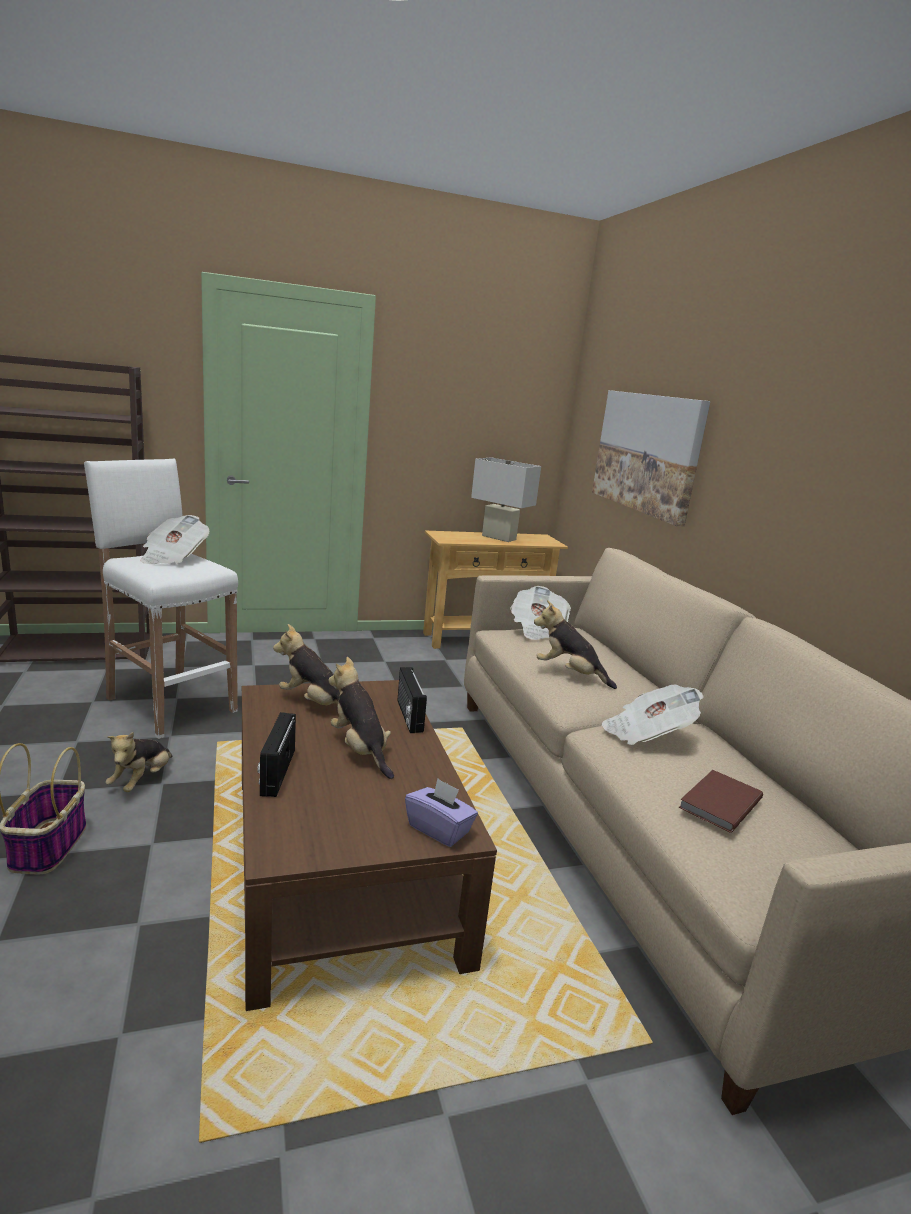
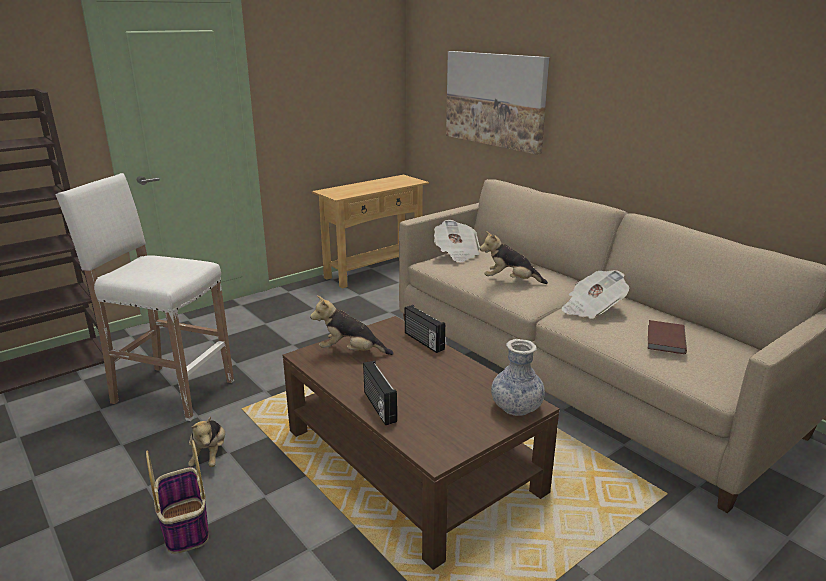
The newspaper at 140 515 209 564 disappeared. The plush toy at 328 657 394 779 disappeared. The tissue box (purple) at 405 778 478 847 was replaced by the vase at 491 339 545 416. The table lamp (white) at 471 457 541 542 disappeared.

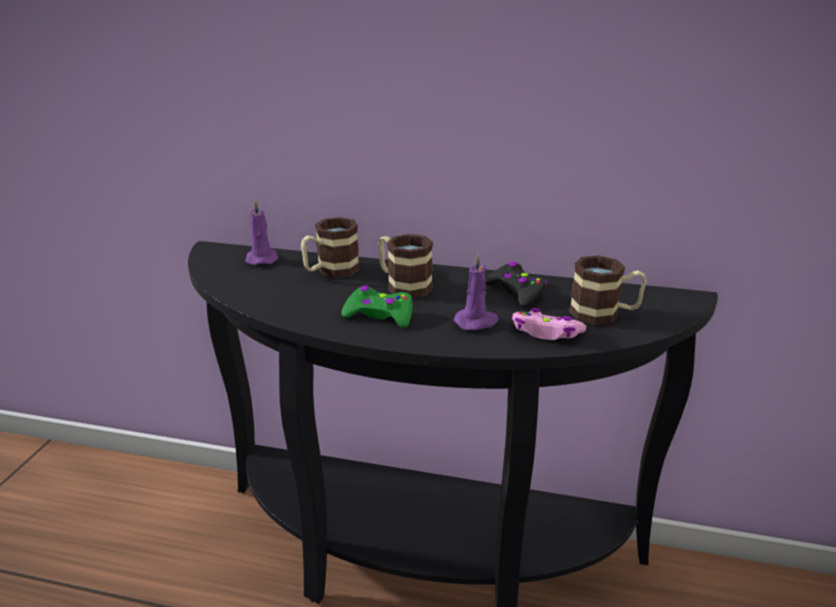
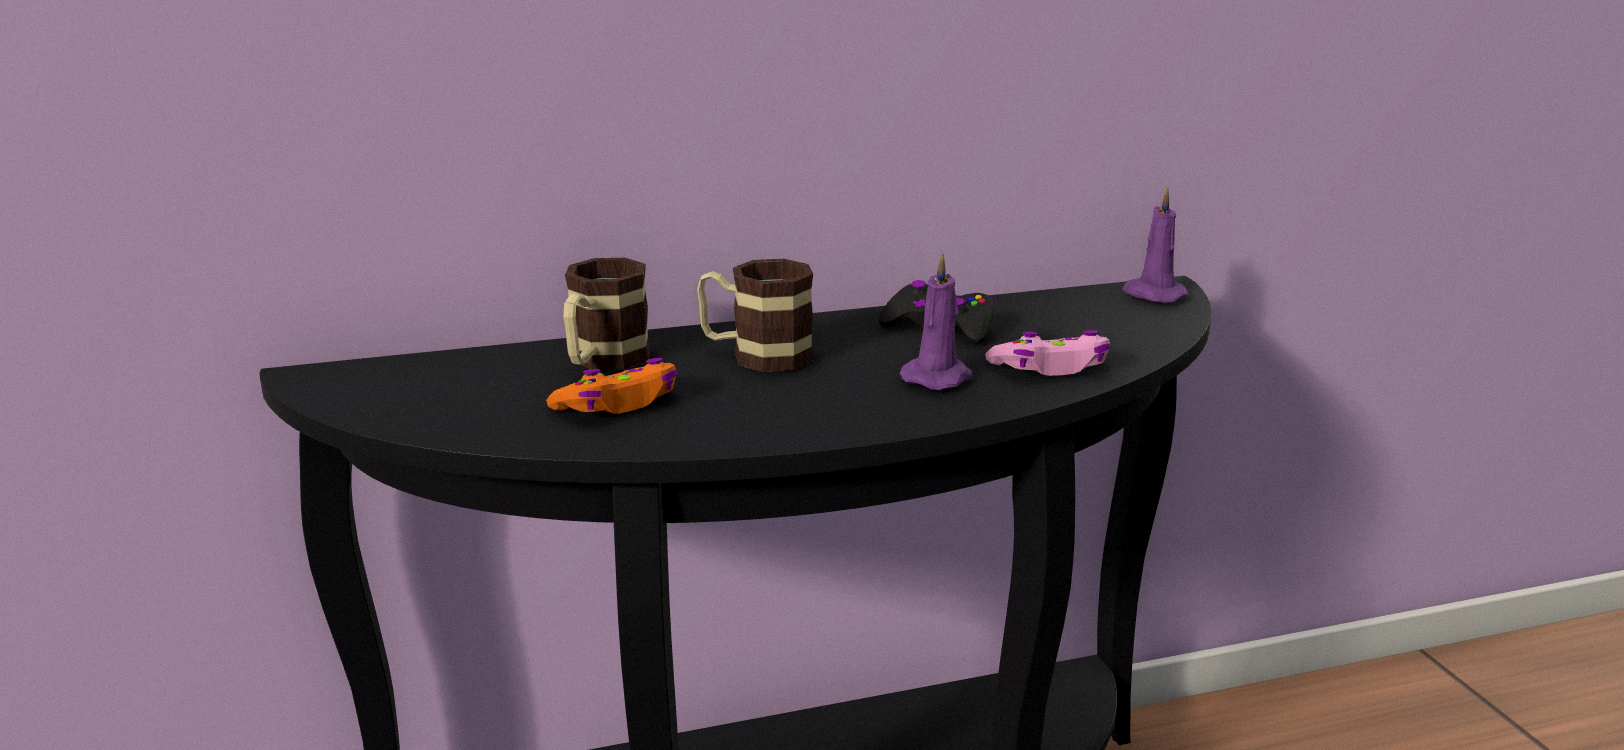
The candle (purple) moved from 245 199 278 265 to 1122 187 1188 303. The game controller (green) at 341 285 413 328 disappeared. The mug at 569 255 647 325 disappeared. The game controller (orange) at 546 358 678 413 appeared.

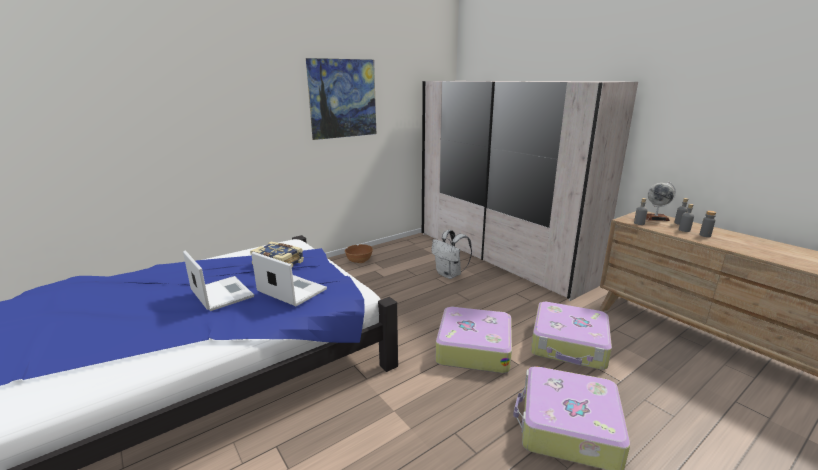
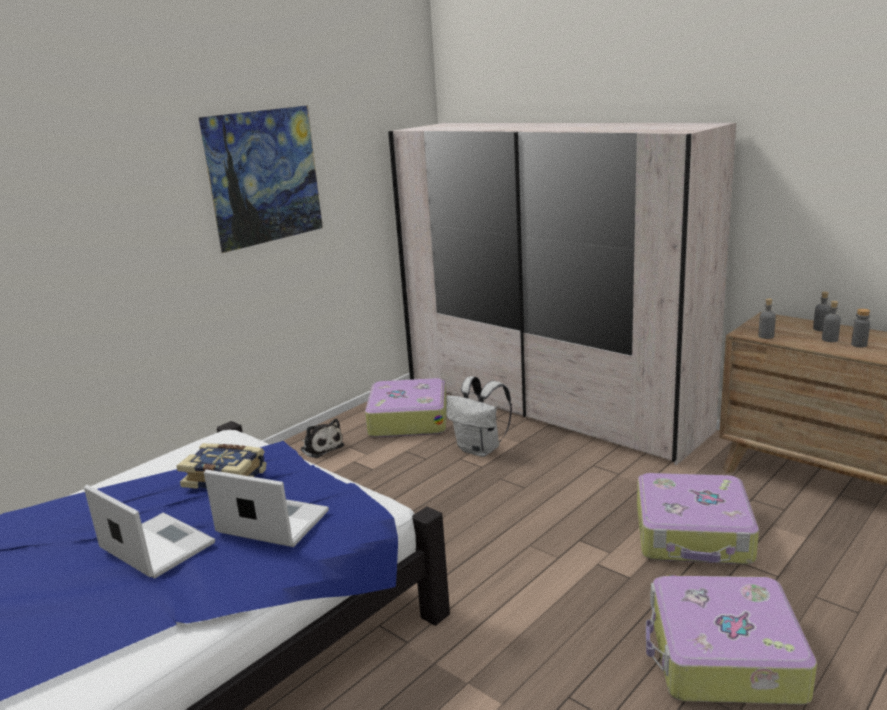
The bowl (brown) at 345 244 373 263 was replaced by the plush toy at 300 419 344 458. The suitcase moved from 435 306 512 373 to 365 378 446 437. The globe at 646 182 676 221 disappeared.

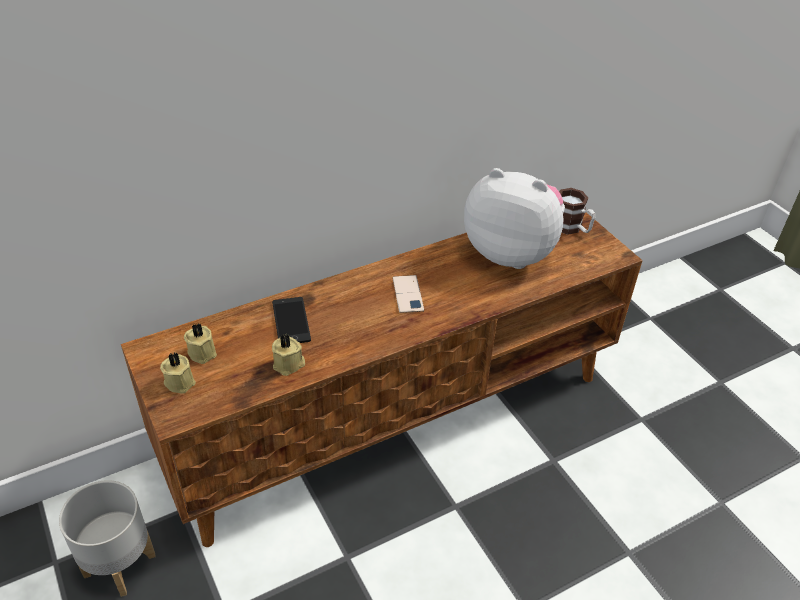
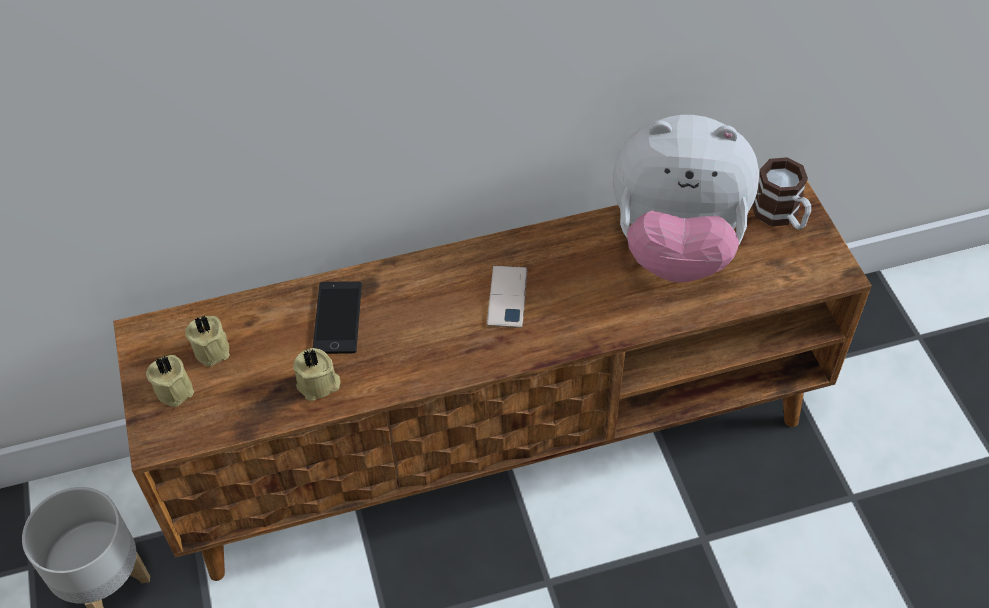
The plush toy at 464 168 565 269 turned 150 degrees clockwise.

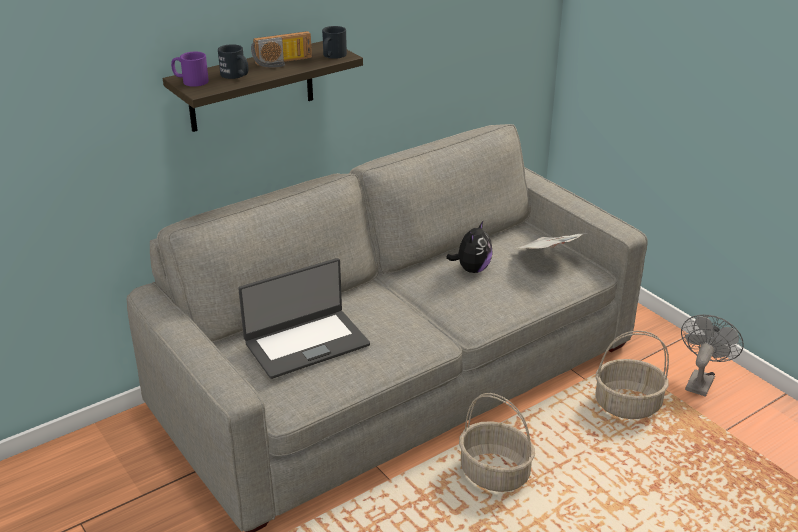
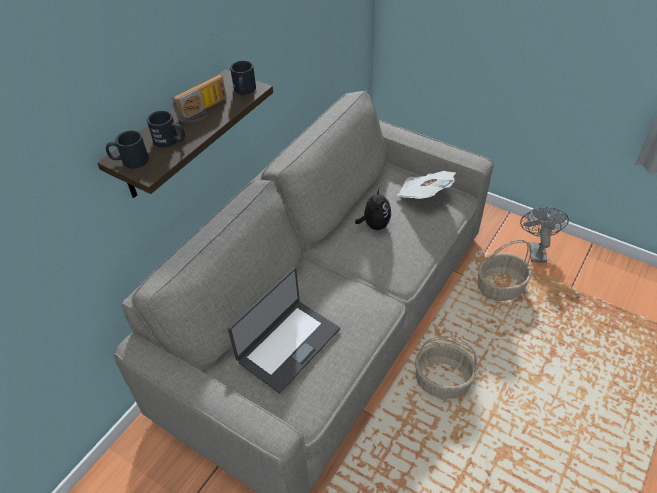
The mug (purple) at 171 52 209 87 became the mug (black) at 106 130 149 169.

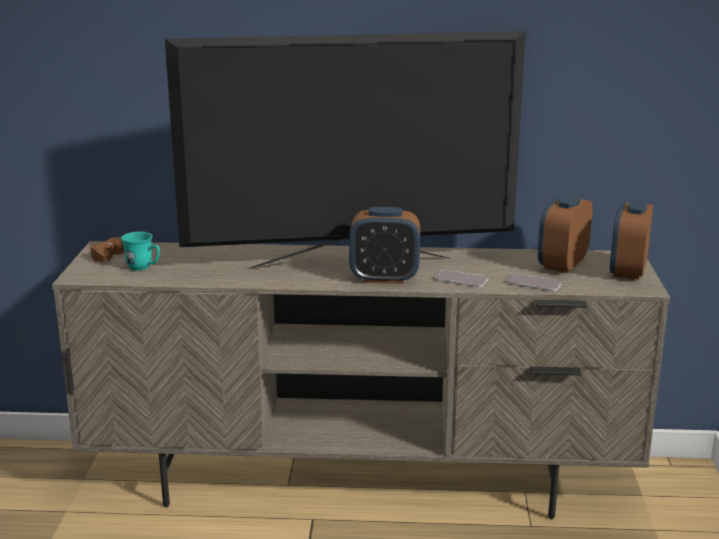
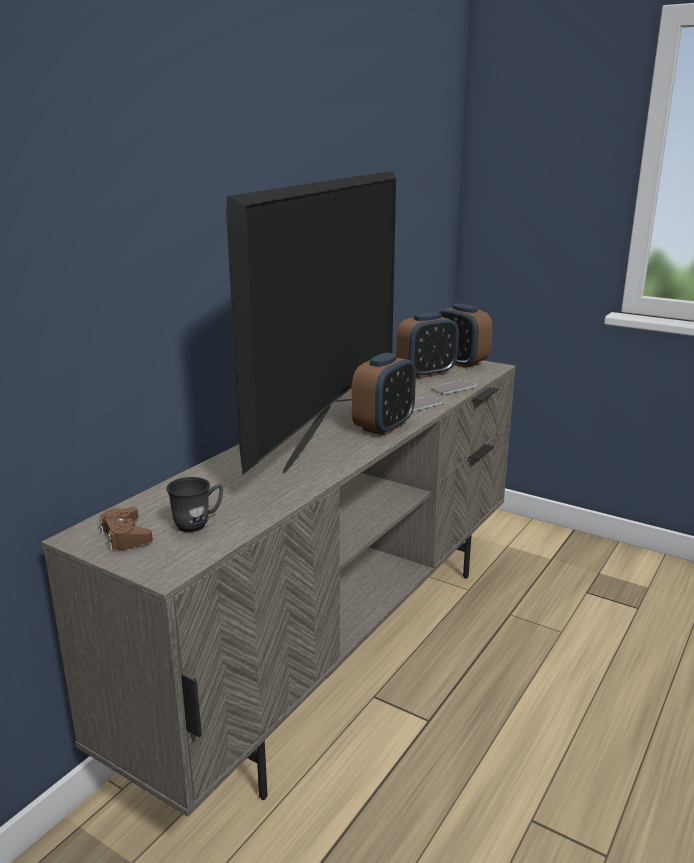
The mug (turquoise) at 121 232 160 271 became the mug (grey) at 166 477 223 532. The alarm clock at 538 194 592 273 turned 90 degrees counterclockwise.

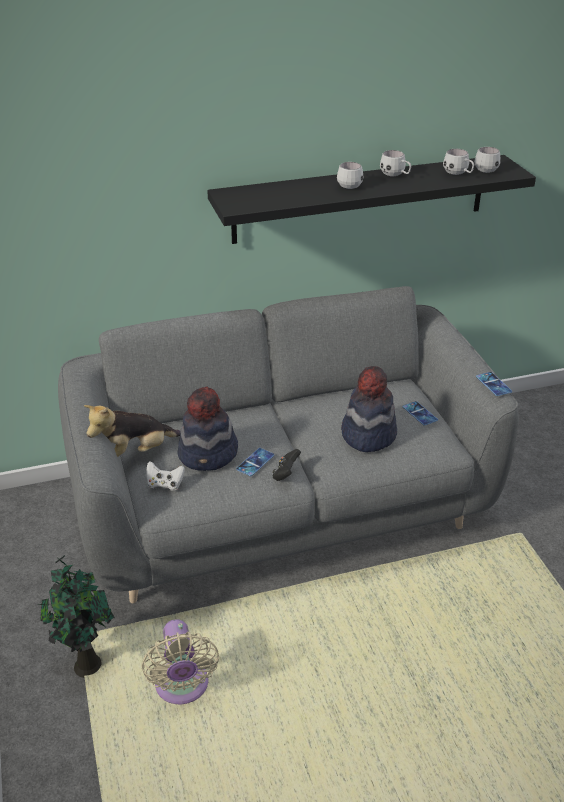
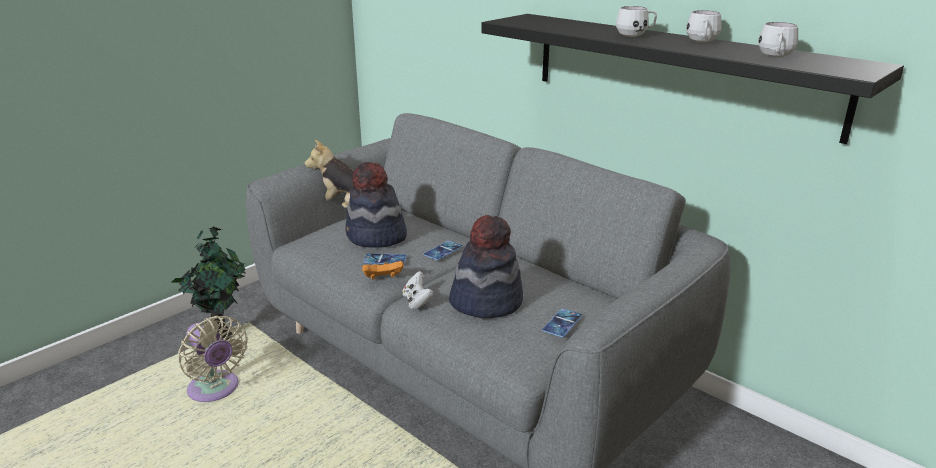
The fan (beige) at 142 619 219 704 turned 90 degrees counterclockwise. The game controller (white) moved from 146 461 185 491 to 402 271 434 310. The game controller (black) at 272 449 301 481 became the game controller (orange) at 362 261 404 279. The mug (white) at 474 147 500 173 disappeared. The phone moved from 476 372 512 396 to 423 241 463 260.

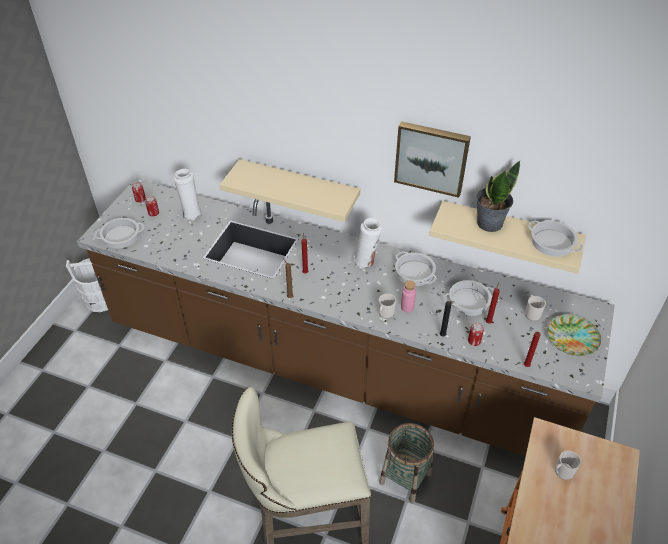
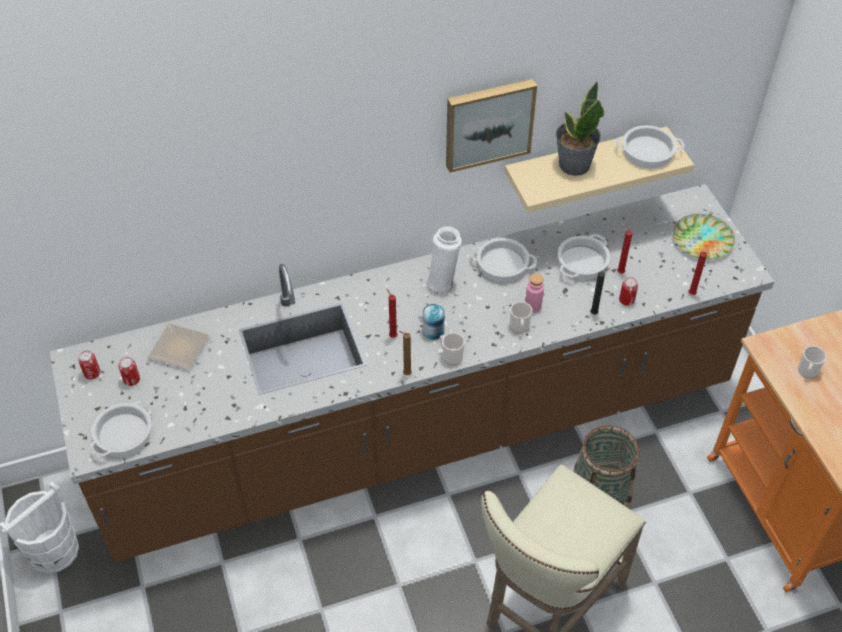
The vase (white) at 174 169 202 220 was replaced by the plate at 148 323 210 370. The shelf (beige) at 219 159 360 222 disappeared. The mug moved from 525 295 546 321 to 439 333 465 365. The can at 422 304 445 340 appeared.

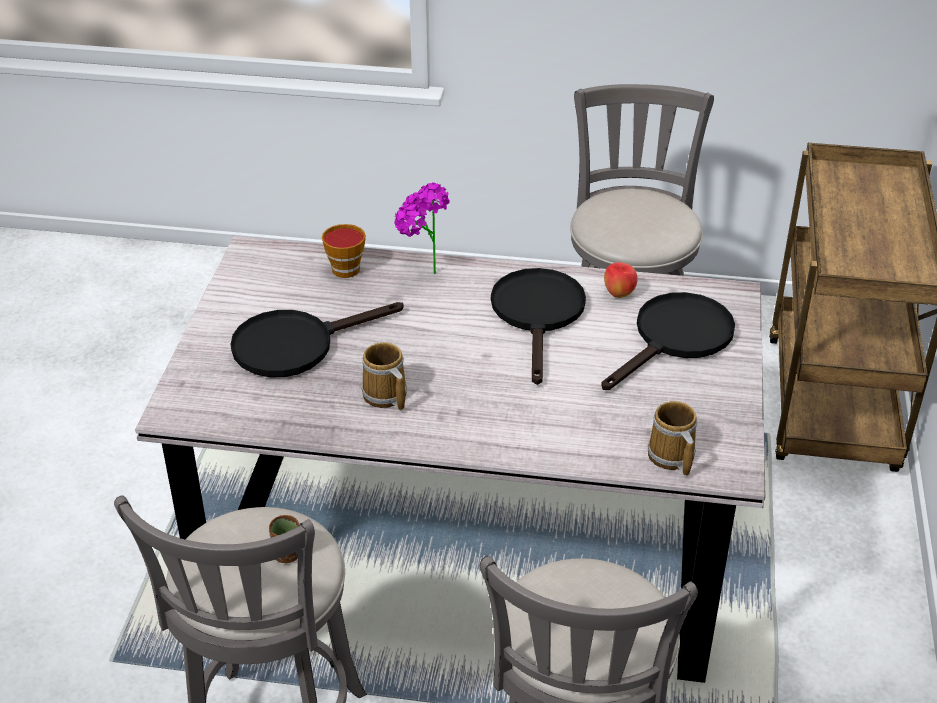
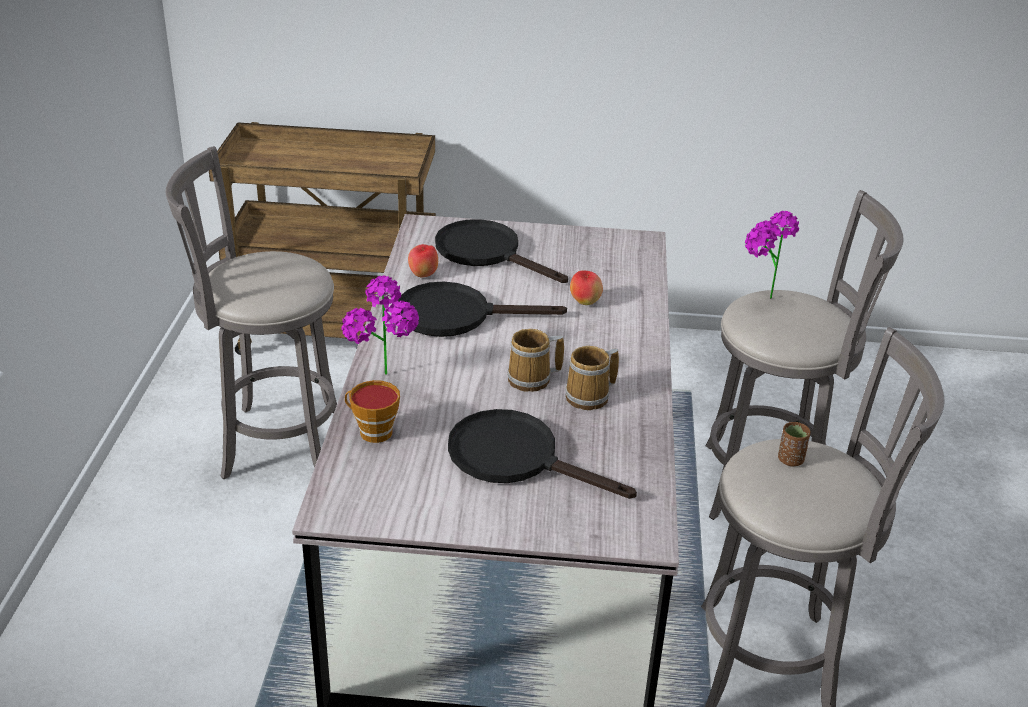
The frying pan (black) at 231 302 404 377 turned 150 degrees clockwise. The mug moved from 647 401 697 476 to 507 329 564 392. The apple at 570 270 603 305 appeared. The potted plant at 745 211 799 299 appeared.

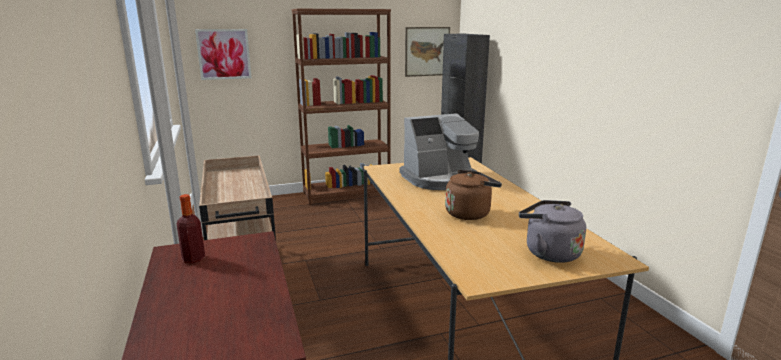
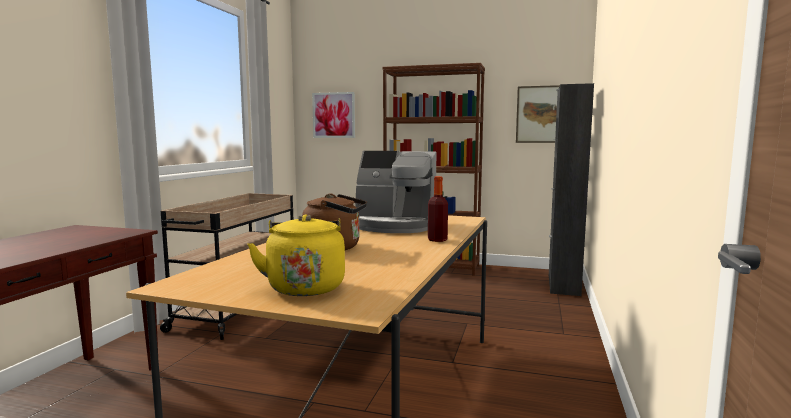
The bottle moved from 177 194 205 263 to 428 176 448 242. The kettle (grey) at 519 200 586 263 became the kettle (yellow) at 247 214 345 296.

